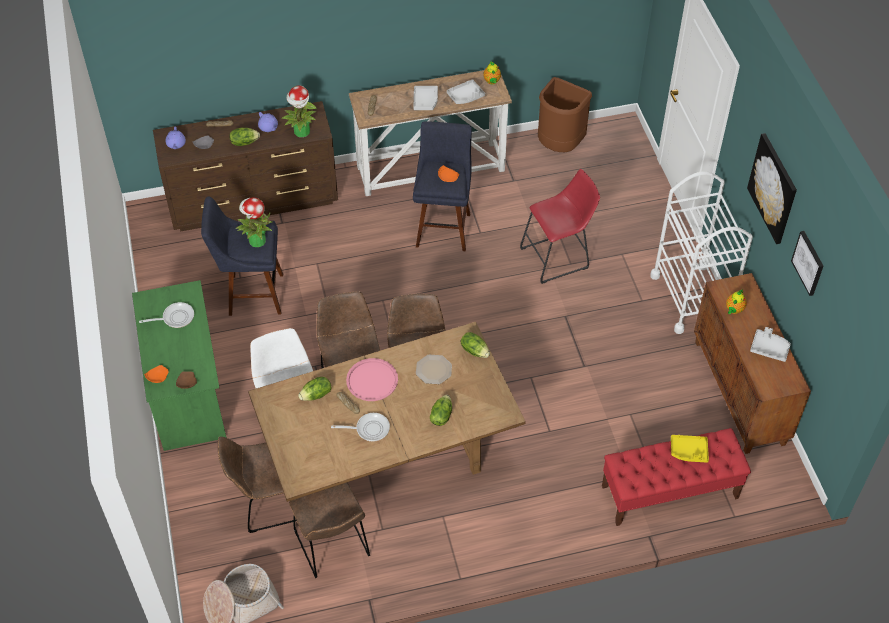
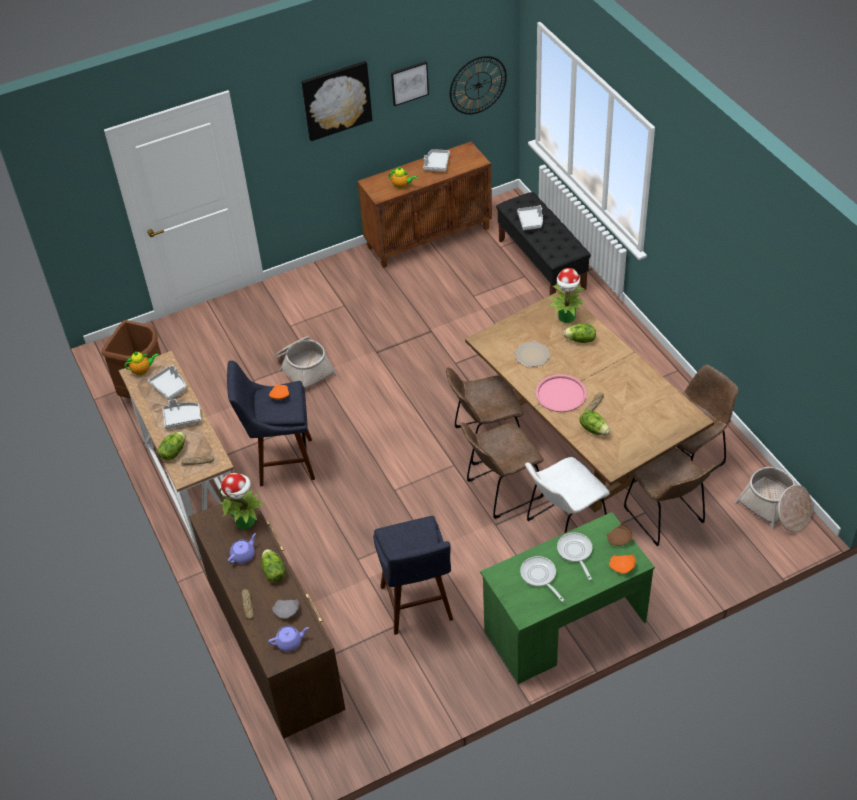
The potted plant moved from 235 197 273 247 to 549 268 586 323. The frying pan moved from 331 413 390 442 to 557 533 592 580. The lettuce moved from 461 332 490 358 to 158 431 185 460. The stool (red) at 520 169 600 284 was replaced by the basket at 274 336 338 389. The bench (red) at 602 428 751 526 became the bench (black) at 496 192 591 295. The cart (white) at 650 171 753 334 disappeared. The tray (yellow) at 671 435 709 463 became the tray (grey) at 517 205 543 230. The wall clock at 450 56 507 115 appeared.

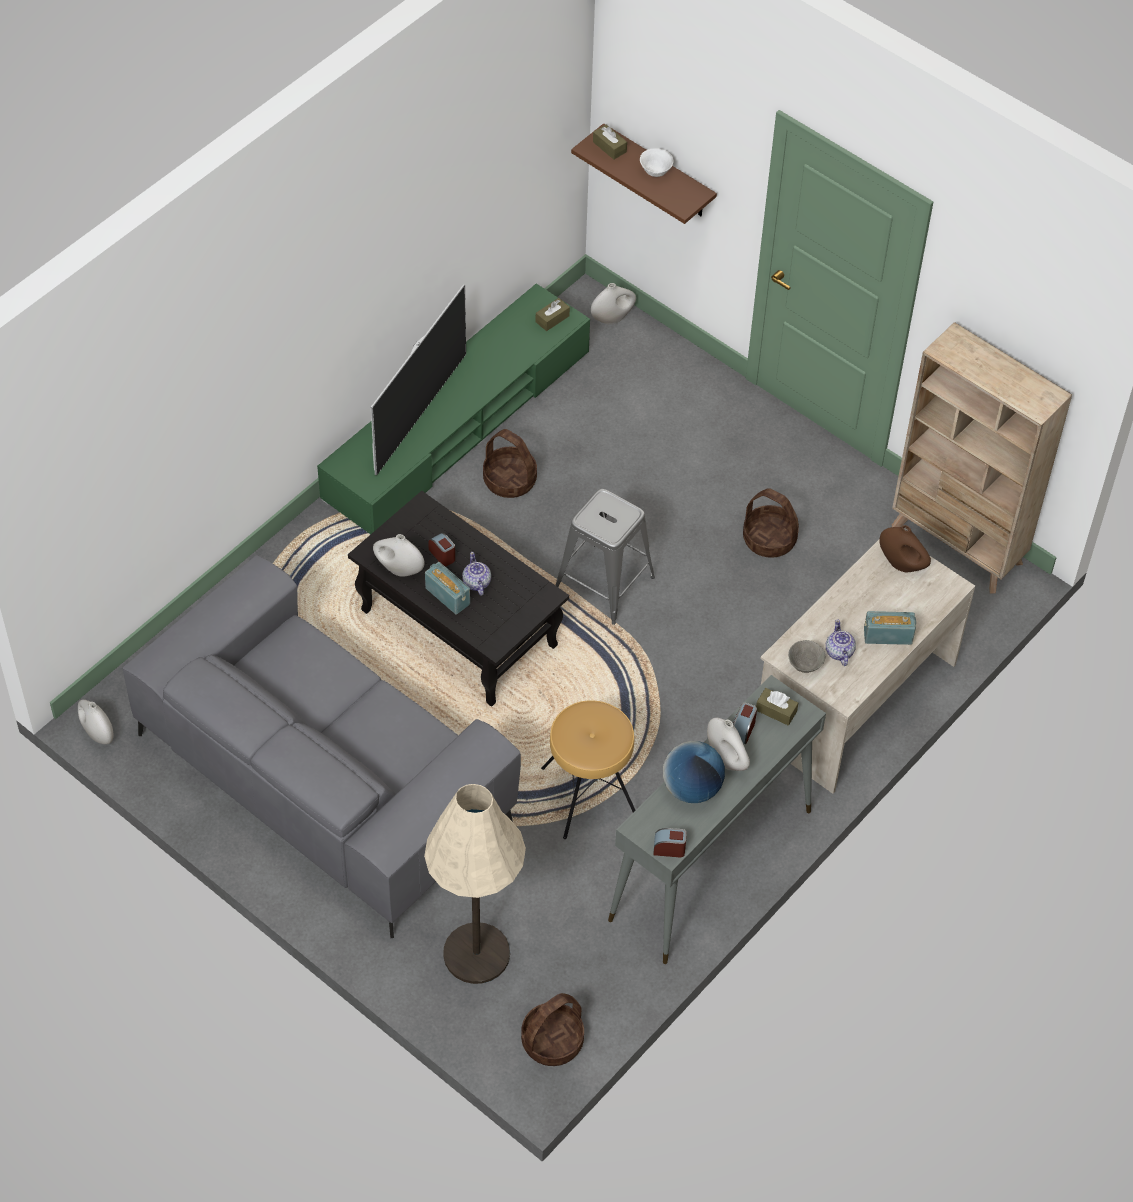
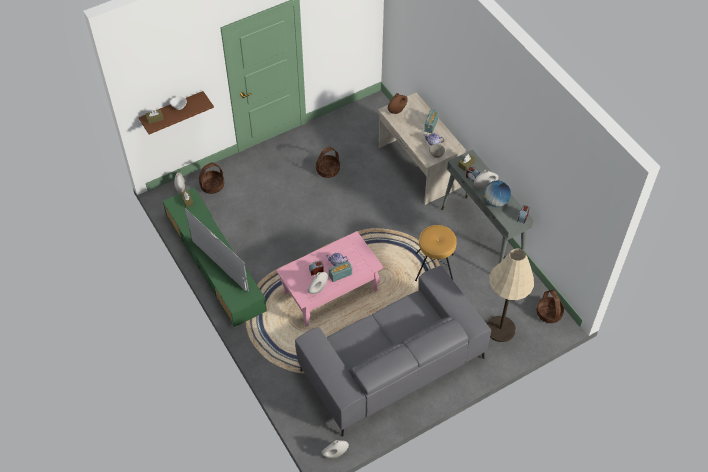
The coffee table (black) at 348 491 569 706 became the coffee table (pink) at 276 231 383 327. The basket moved from 483 429 537 498 to 199 162 224 194. The stool (grey) at 555 489 655 625 disappeared. The bookcase (beige) at 892 322 1072 594 disappeared.

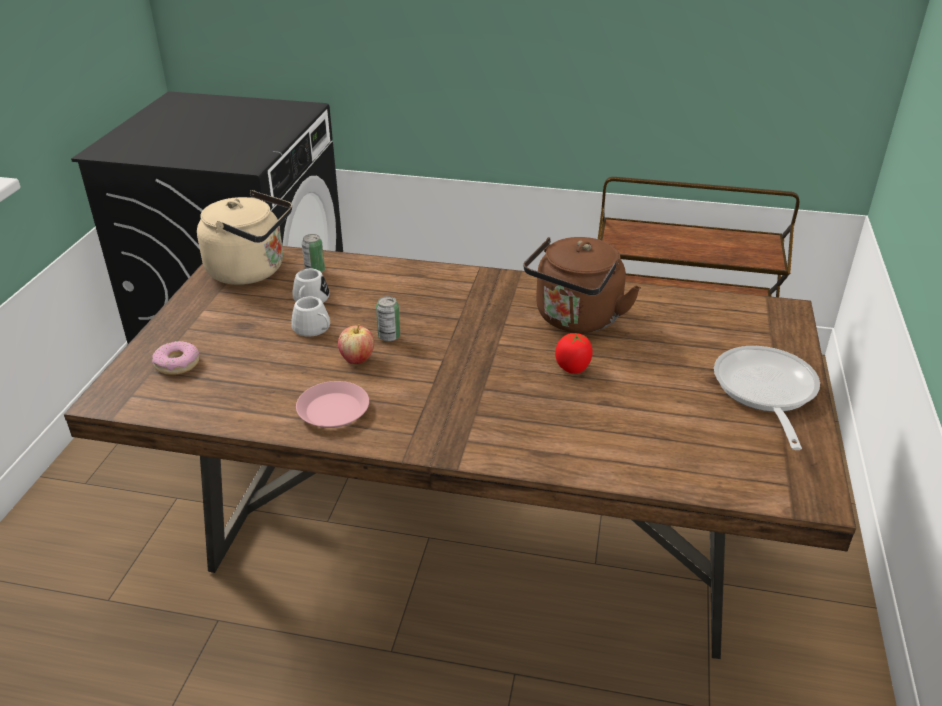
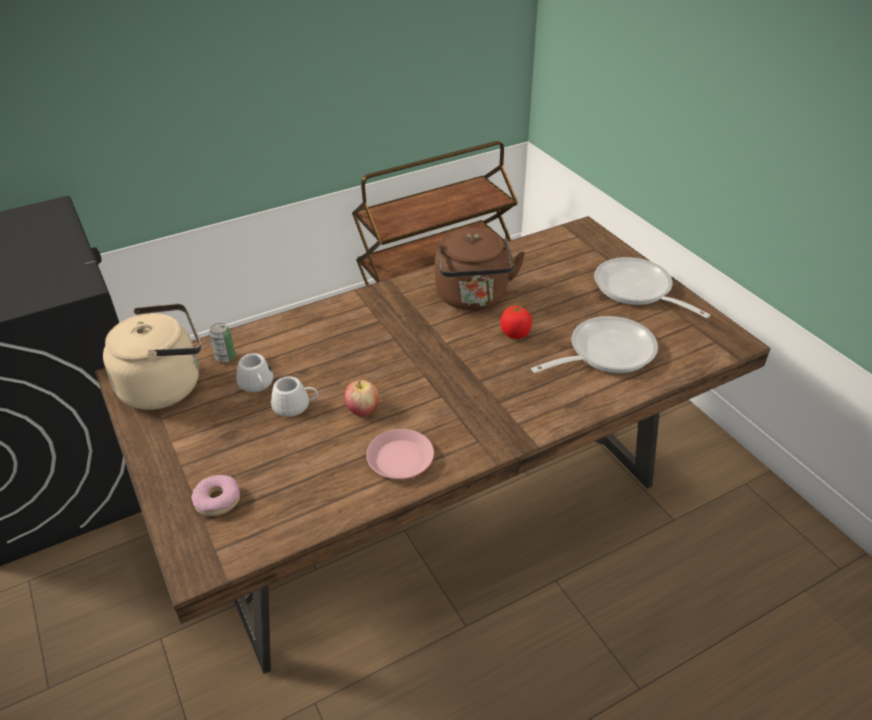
The can at 376 296 400 342 disappeared. The frying pan at 531 316 658 373 appeared.

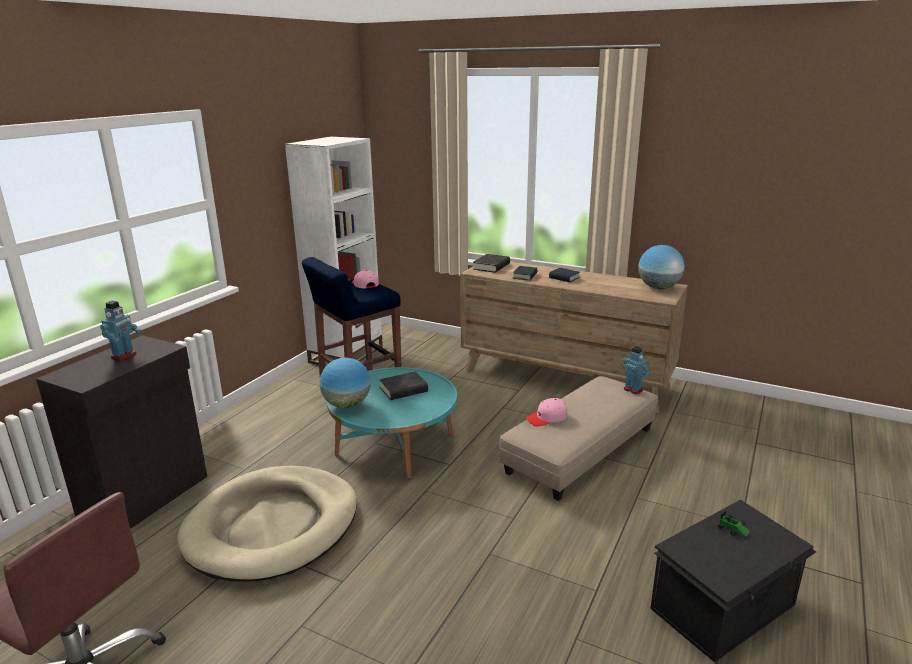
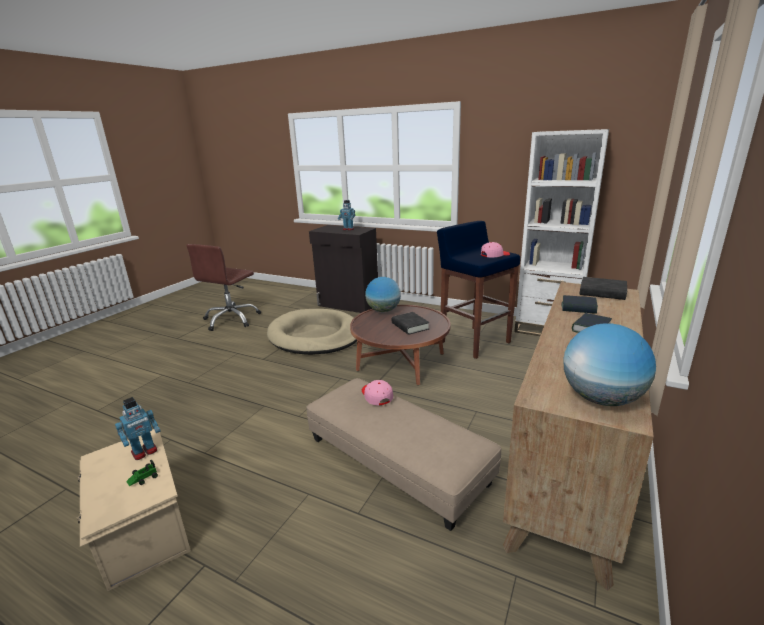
The coffee table (turquoise) at 327 367 457 479 became the coffee table (brown) at 350 305 451 385. The toy robot moved from 623 346 652 394 to 115 397 161 460. The storage box (black) at 650 500 816 663 became the storage box (beige) at 77 429 191 591.

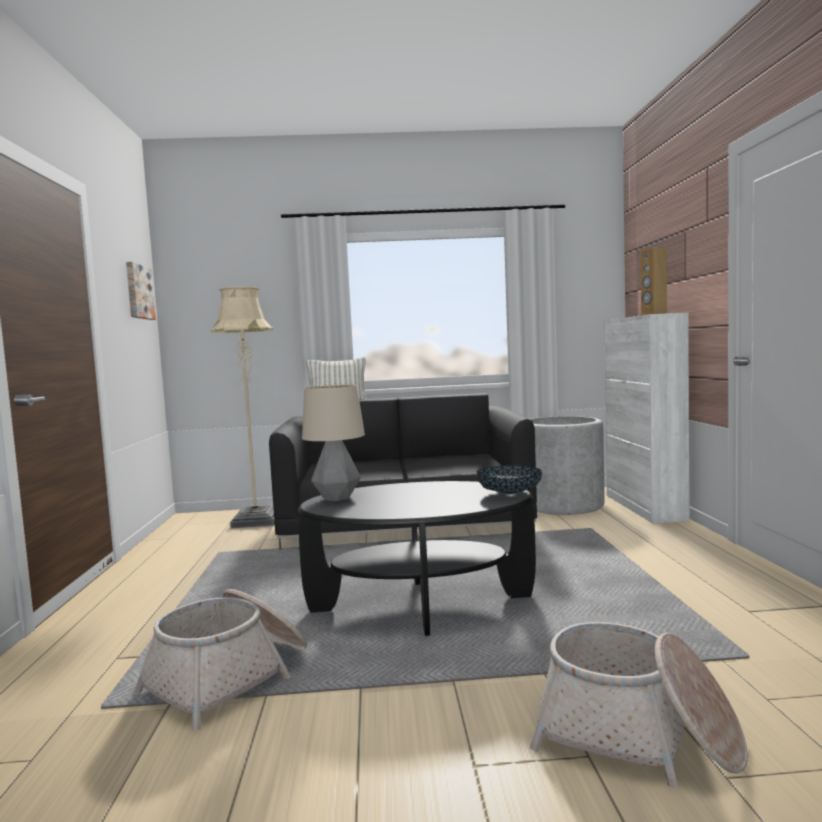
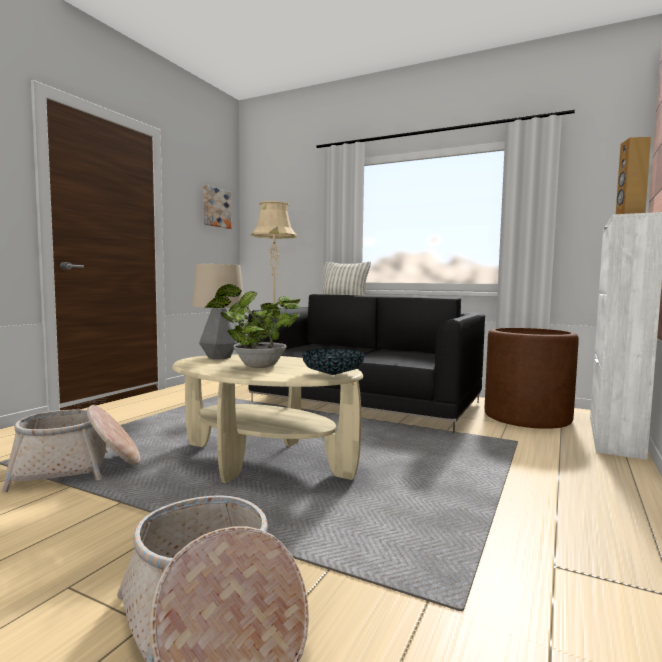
The coffee table (black) at 298 481 536 636 became the coffee table (beige) at 172 355 363 483. The planter (grey) at 530 416 605 515 became the planter (brown) at 485 328 579 429. The potted plant at 204 284 302 368 appeared.

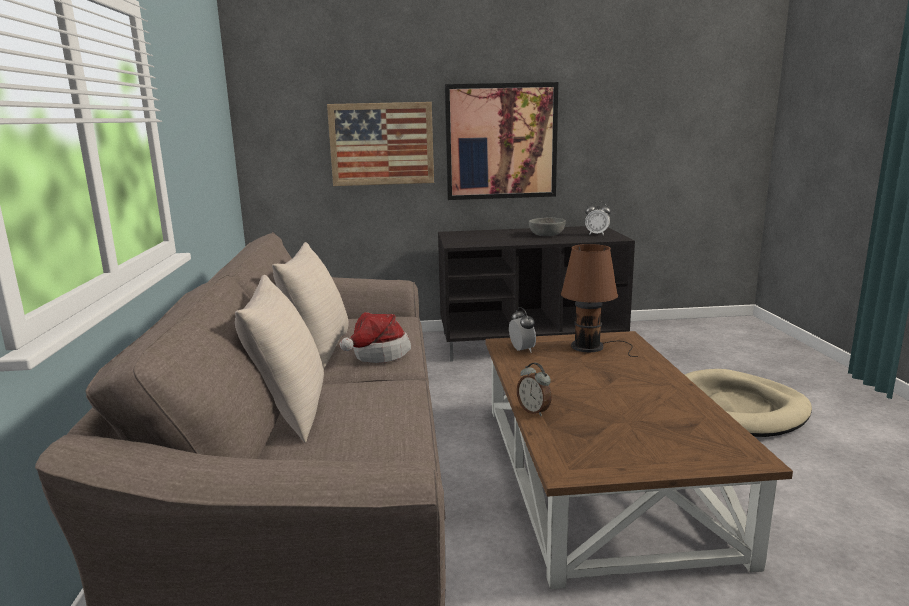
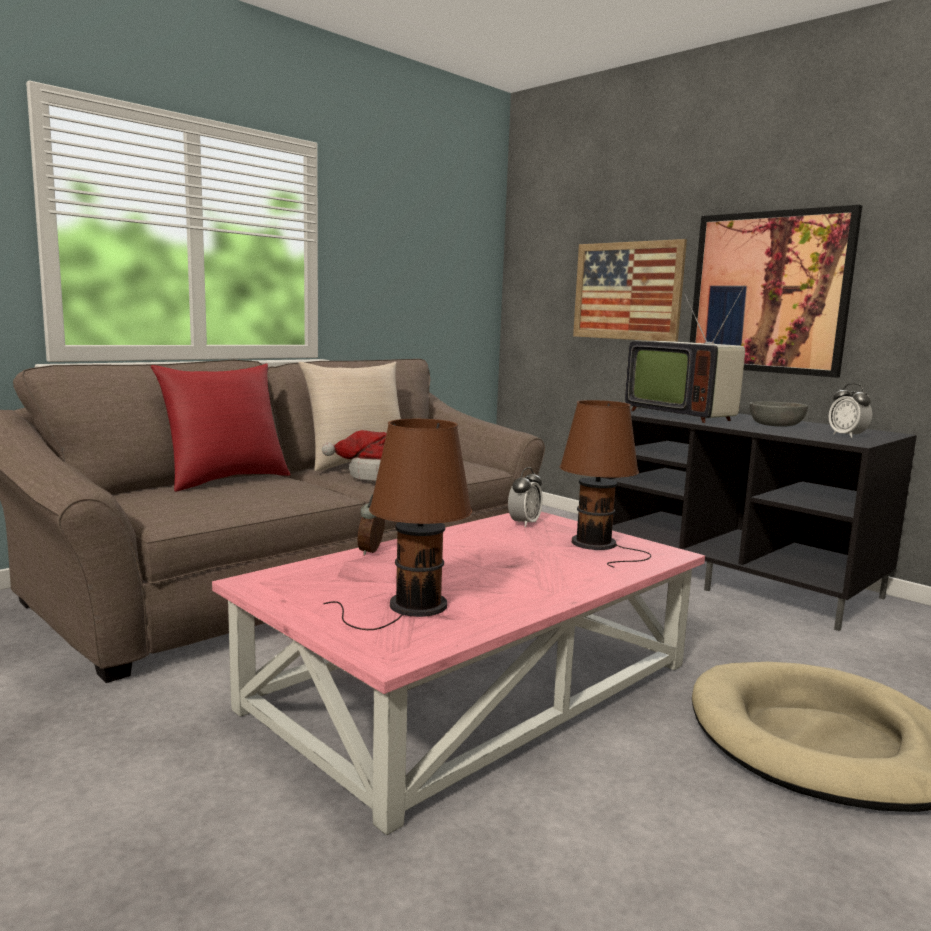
The pillow (beige) at 235 275 324 443 became the pillow (red) at 151 364 291 492. The coffee table (brown) at 486 331 793 589 became the coffee table (pink) at 212 511 705 835. The table lamp (brown) at 323 419 472 630 appeared. The television at 625 287 745 423 appeared.

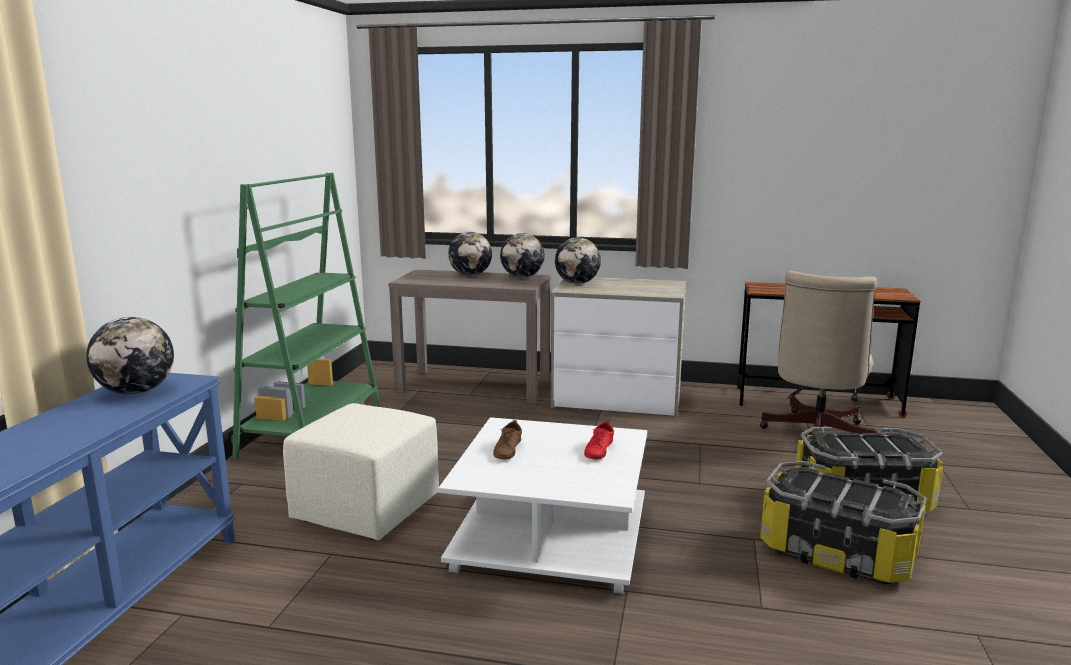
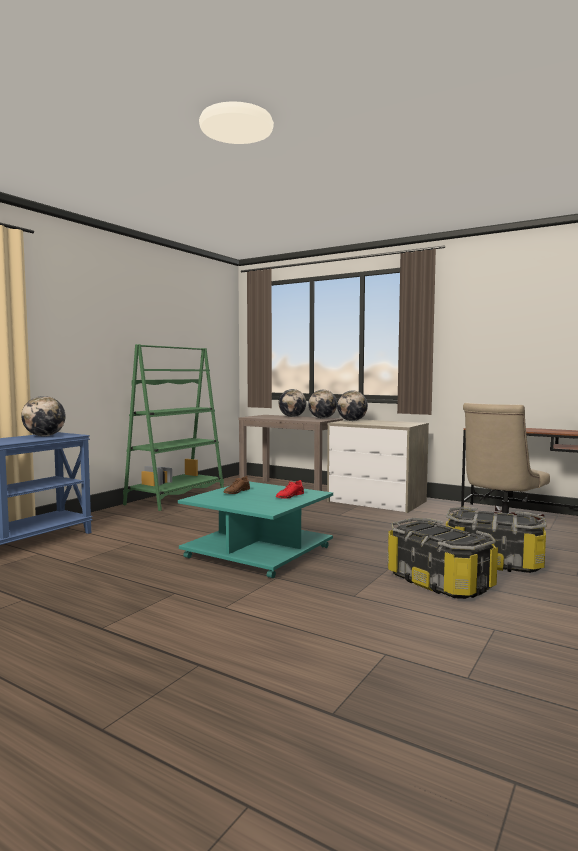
The ottoman (beige) at 283 403 439 540 disappeared. The coffee table (white) at 438 417 647 594 became the coffee table (turquoise) at 178 482 333 578.

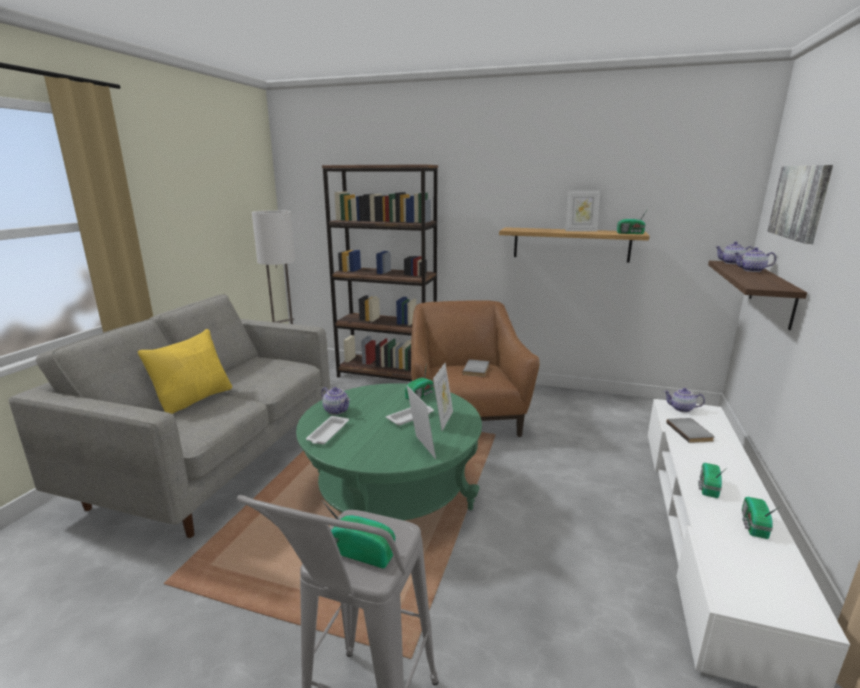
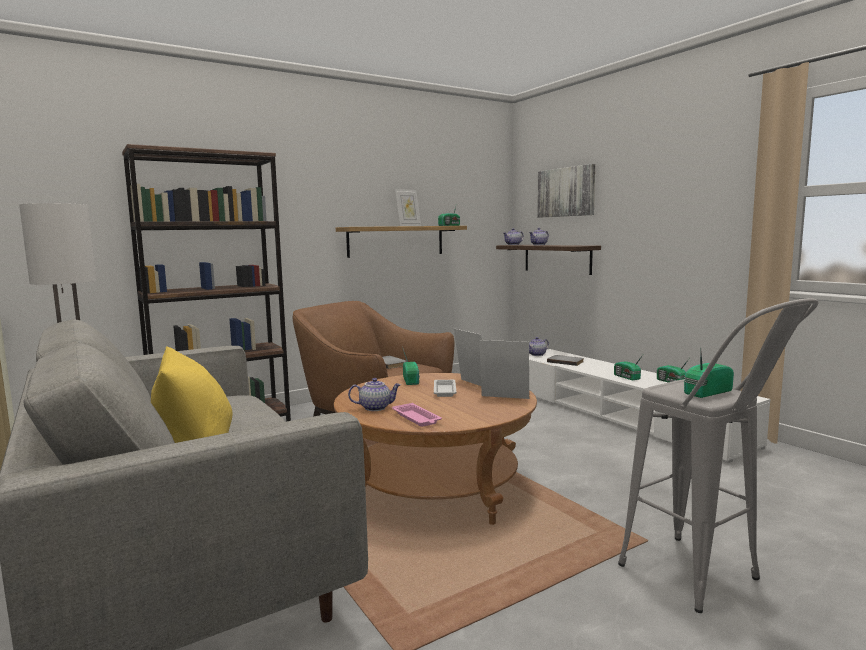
The coffee table (green) at 296 383 482 520 became the coffee table (brown) at 334 373 537 525. The tray (white) at 306 416 349 445 became the tray (pink) at 392 403 442 427.

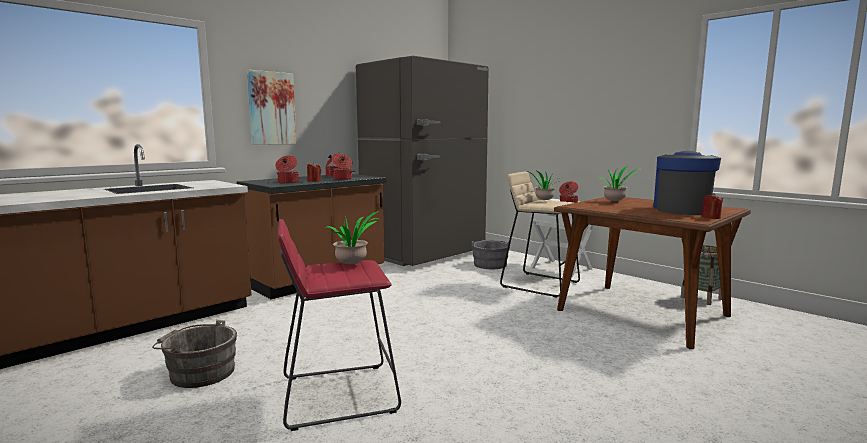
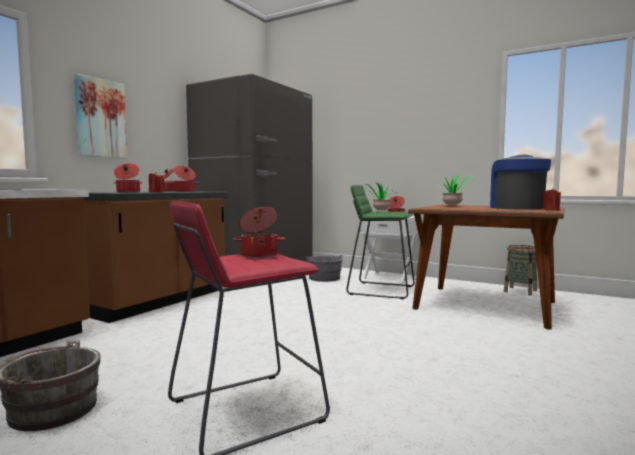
The potted plant at 327 211 378 264 was replaced by the cooking pot at 233 207 285 258. The stool (beige) at 500 171 580 298 became the stool (green) at 346 185 415 299.

